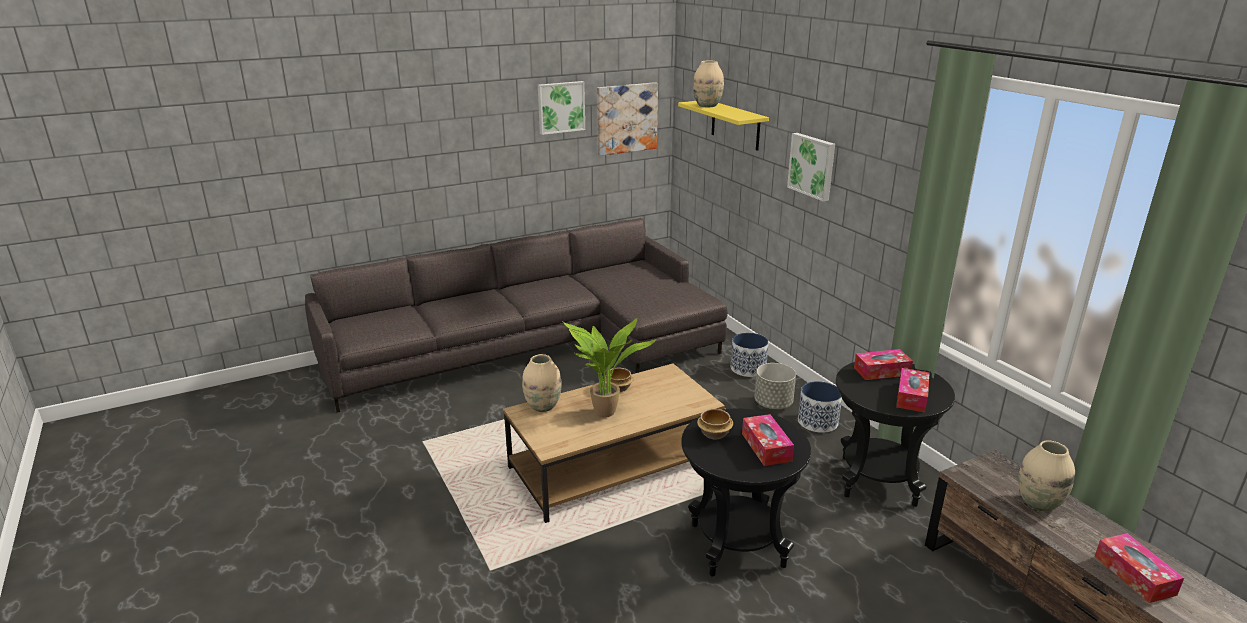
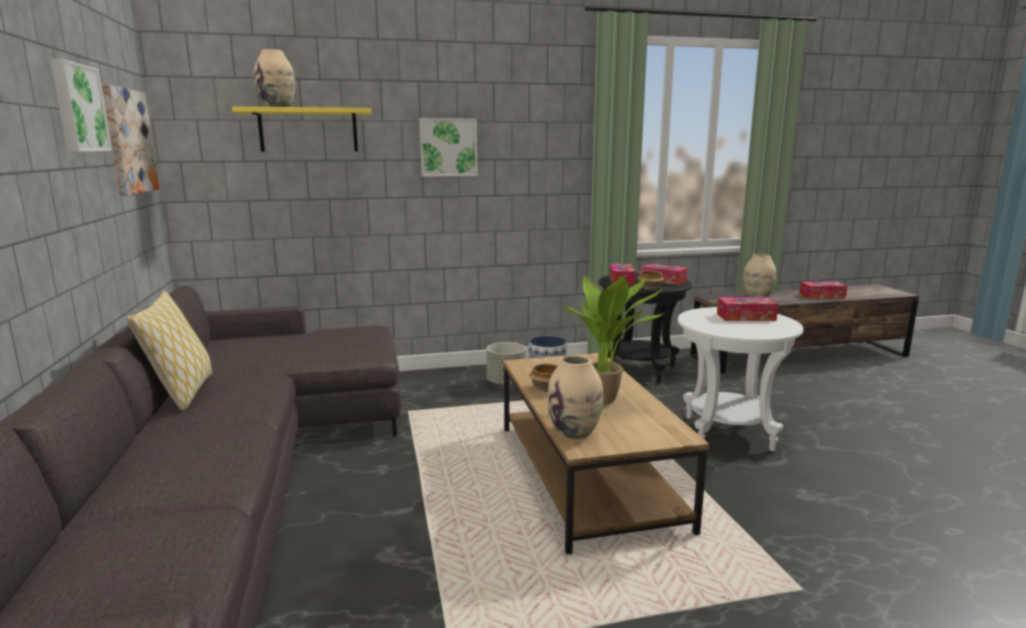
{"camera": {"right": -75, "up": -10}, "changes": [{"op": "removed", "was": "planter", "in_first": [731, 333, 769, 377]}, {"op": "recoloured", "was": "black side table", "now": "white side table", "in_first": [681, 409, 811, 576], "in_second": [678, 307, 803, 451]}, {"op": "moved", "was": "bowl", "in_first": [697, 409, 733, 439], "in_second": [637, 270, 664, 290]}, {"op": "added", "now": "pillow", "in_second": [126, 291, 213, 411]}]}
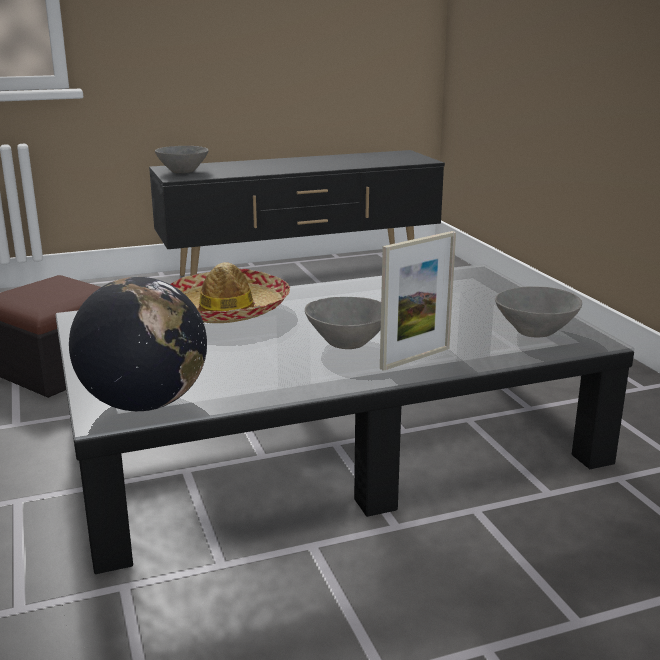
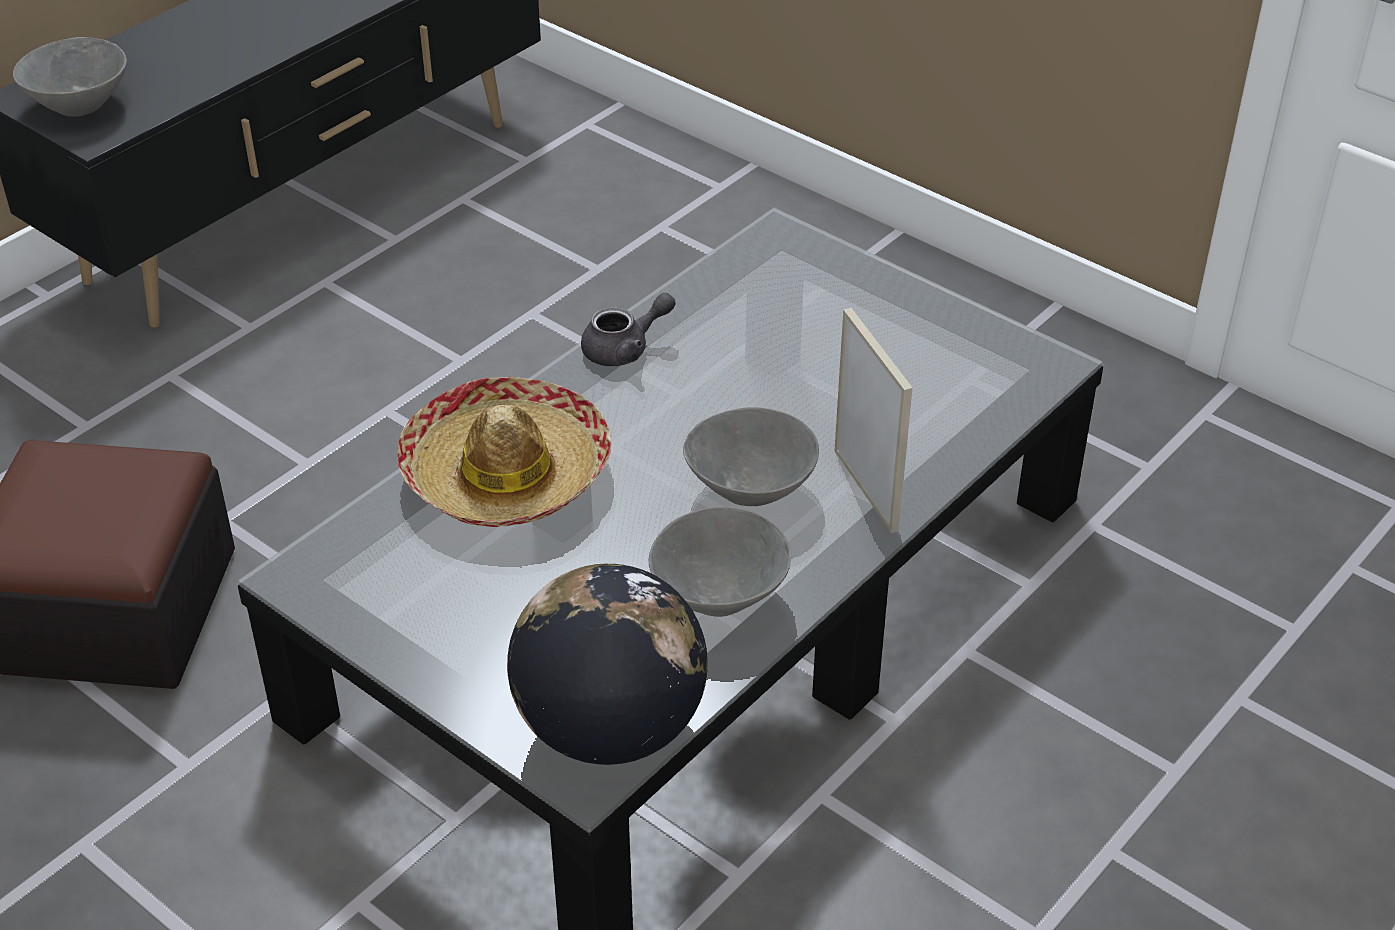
{"camera": {"right": -30, "up": 20}, "changes": [{"op": "turned", "was": "picture frame", "in_first": [380, 231, 456, 371], "in_second": [834, 308, 913, 533], "clockwise": -45}, {"op": "moved", "was": "grey bowl", "in_first": [495, 287, 582, 338], "in_second": [649, 507, 791, 617]}, {"op": "added", "now": "grey teapot", "in_second": [581, 293, 675, 366]}]}
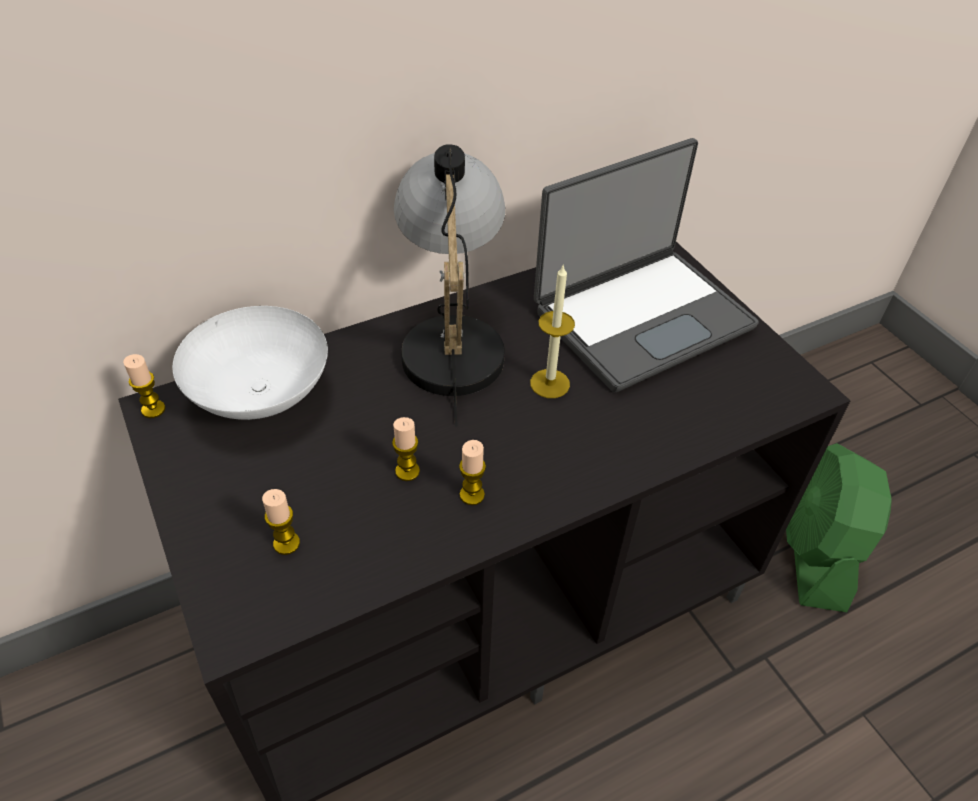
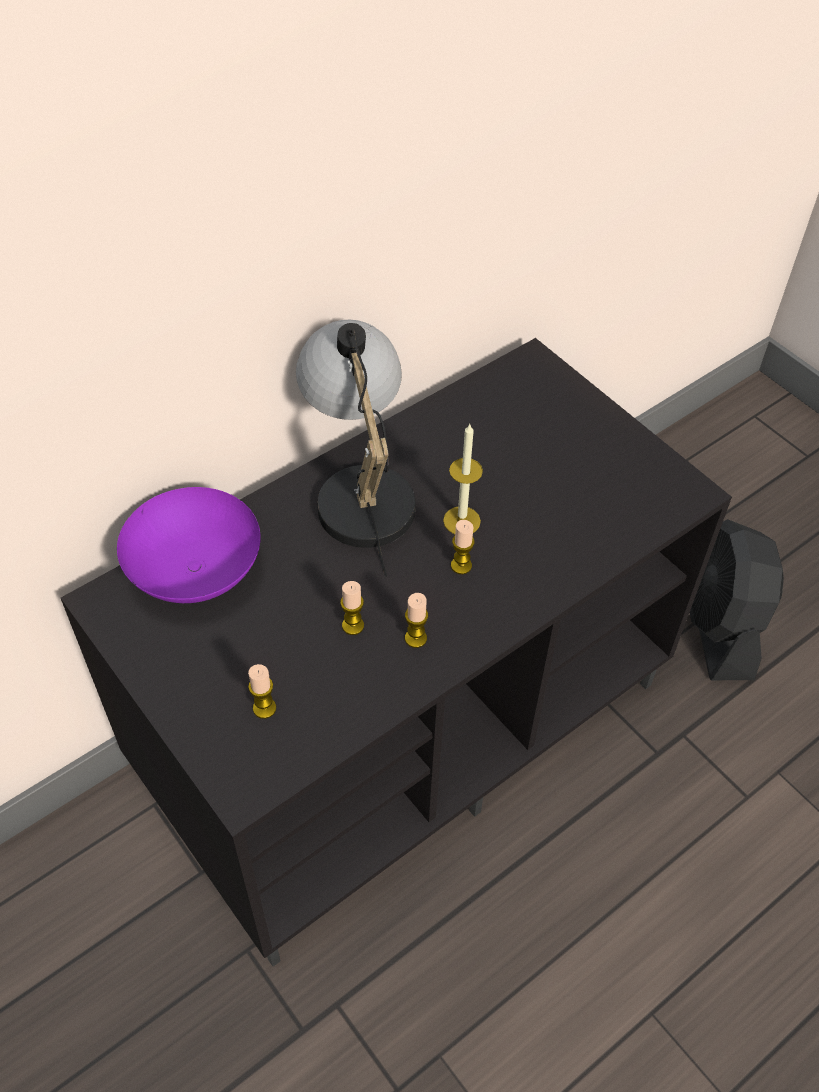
{"camera": {"right": -10, "up": 5}, "changes": [{"op": "removed", "was": "laptop", "in_first": [534, 138, 759, 392]}, {"op": "recoloured", "was": "white bowl", "now": "purple bowl", "in_first": [172, 306, 328, 420], "in_second": [117, 487, 260, 603]}, {"op": "moved", "was": "candle", "in_first": [123, 354, 166, 418], "in_second": [451, 520, 475, 574]}, {"op": "recoloured", "was": "green fan", "now": "black fan", "in_first": [786, 443, 892, 612], "in_second": [690, 519, 784, 680]}]}
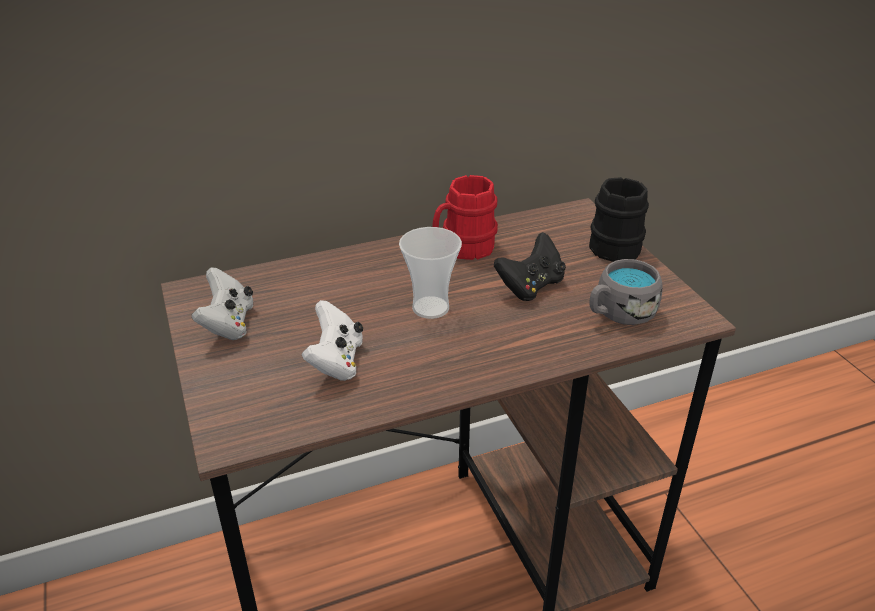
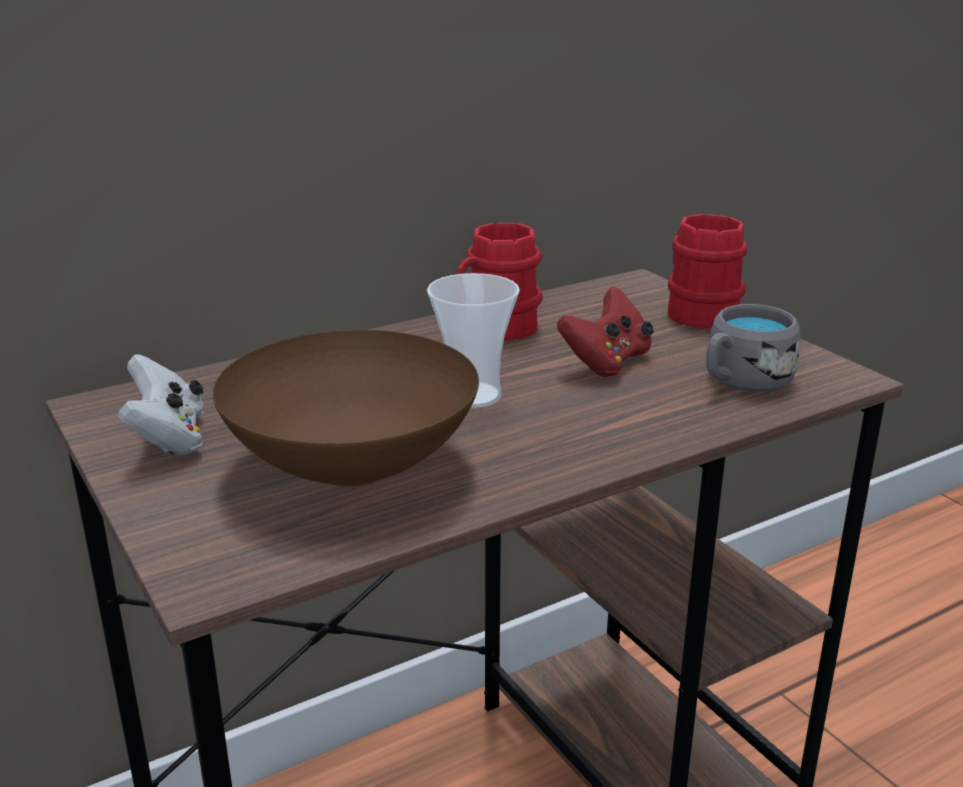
{"camera": {"right": -10, "up": -10}, "changes": [{"op": "recoloured", "was": "black mug", "now": "red mug", "in_first": [589, 177, 649, 262], "in_second": [668, 214, 747, 329]}, {"op": "recoloured", "was": "black game controller", "now": "red game controller", "in_first": [494, 232, 566, 301], "in_second": [557, 286, 654, 377]}, {"op": "replaced", "was": "white game controller", "now": "brown bowl", "in_first": [301, 300, 363, 381], "in_second": [213, 330, 479, 487]}]}
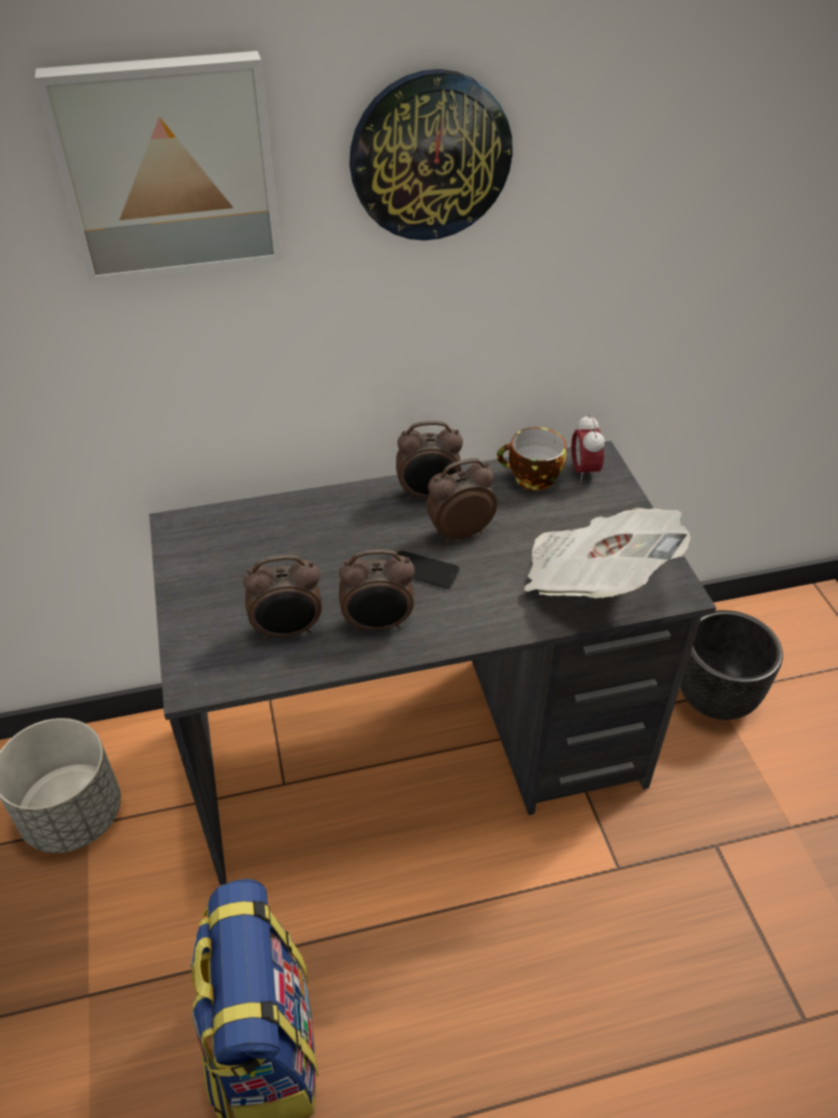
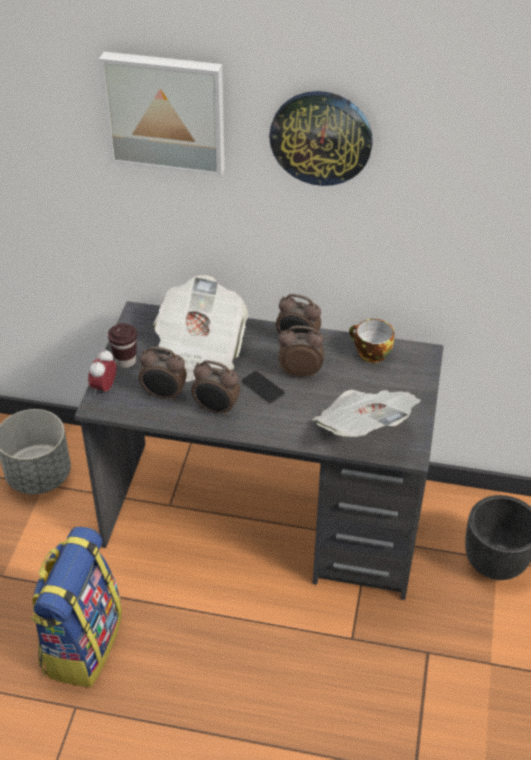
{"camera": {"right": 25, "up": 0}, "changes": [{"op": "moved", "was": "alarm clock", "in_first": [571, 414, 605, 483], "in_second": [88, 349, 116, 395]}, {"op": "added", "now": "newspaper", "in_second": [154, 275, 248, 382]}, {"op": "added", "now": "brown cup", "in_second": [108, 323, 137, 368]}]}
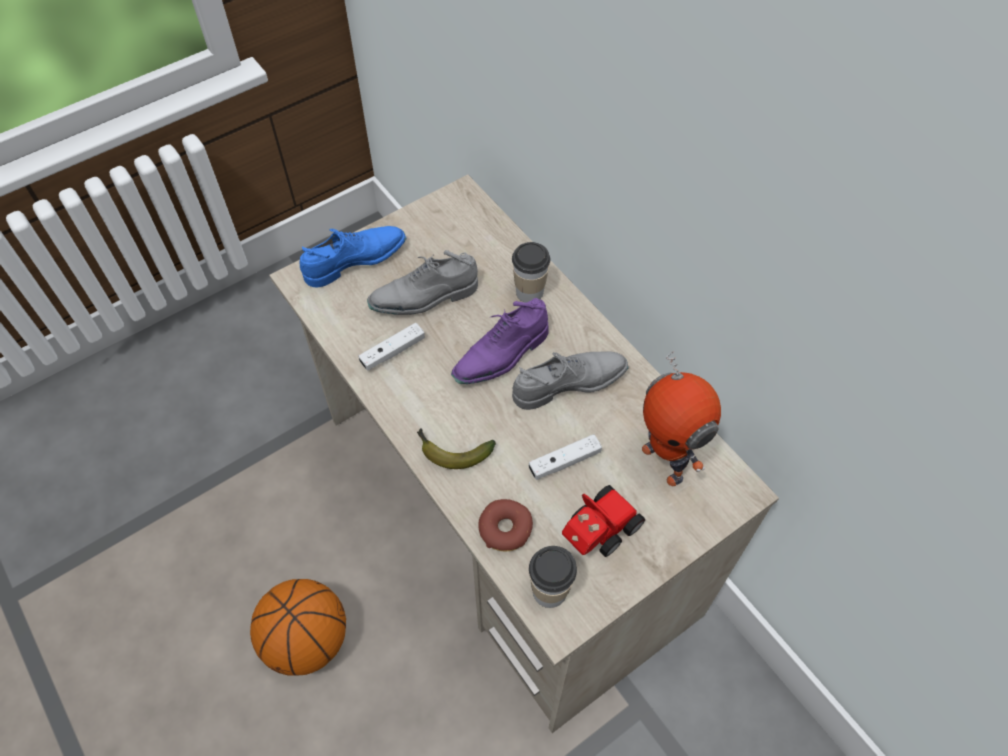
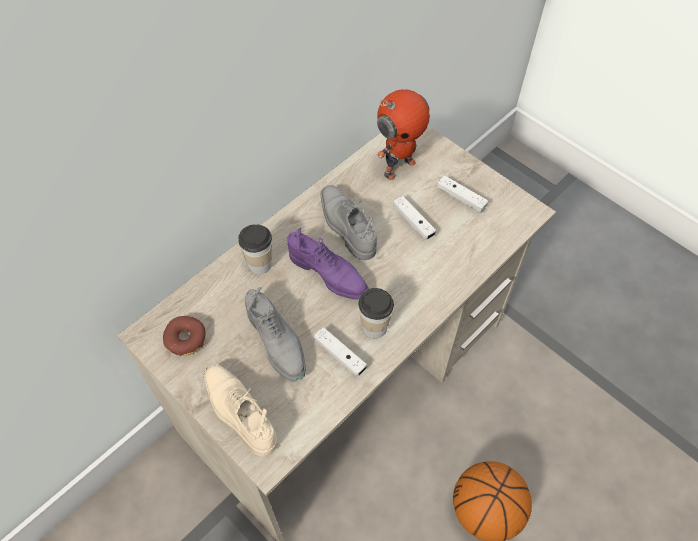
{"camera": {"right": -100, "up": 0}, "changes": [{"op": "recoloured", "was": "blue shoe", "now": "beige shoe", "in_first": [300, 226, 406, 287], "in_second": [204, 364, 278, 456]}, {"op": "removed", "was": "banana", "in_first": [417, 428, 496, 469]}, {"op": "replaced", "was": "toy car", "now": "white game controller", "in_first": [562, 485, 645, 557], "in_second": [437, 175, 488, 213]}, {"op": "moved", "was": "donut", "in_first": [478, 499, 533, 552], "in_second": [163, 316, 206, 356]}, {"op": "moved", "was": "cup", "in_first": [529, 546, 577, 608], "in_second": [359, 288, 394, 338]}]}
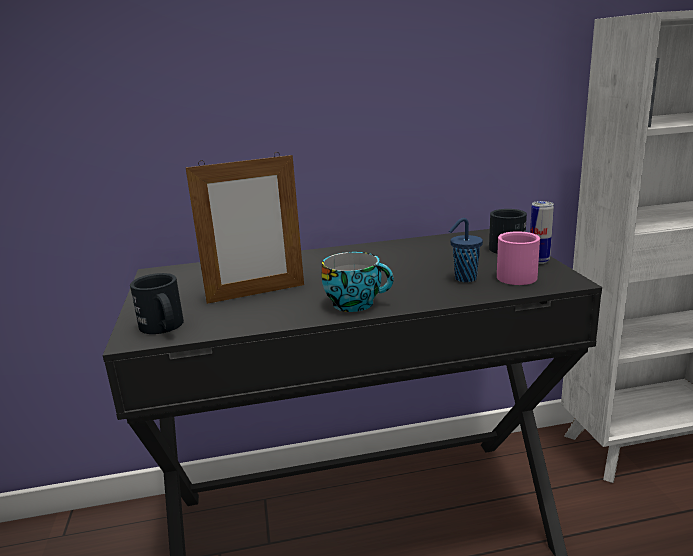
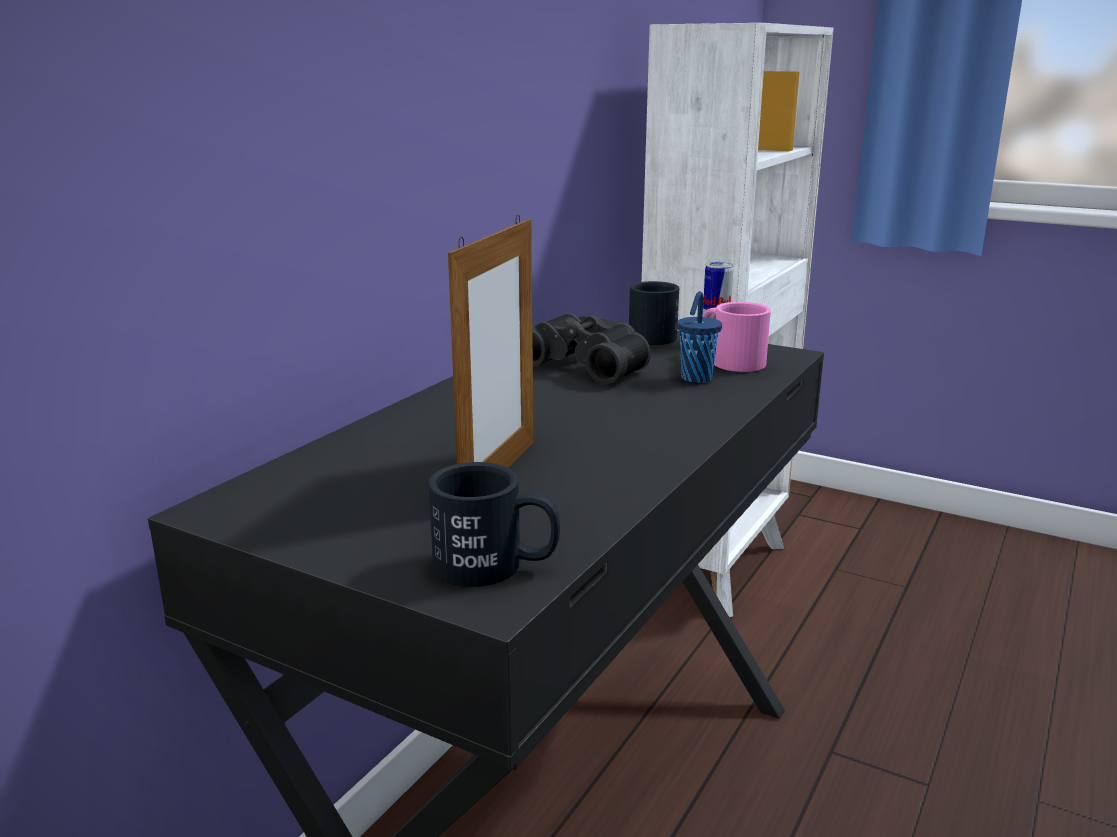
{"camera": {"right": -50, "up": 0}, "changes": [{"op": "removed", "was": "cup", "in_first": [321, 252, 394, 312]}, {"op": "added", "now": "black binoculars", "in_second": [532, 313, 651, 385]}]}
